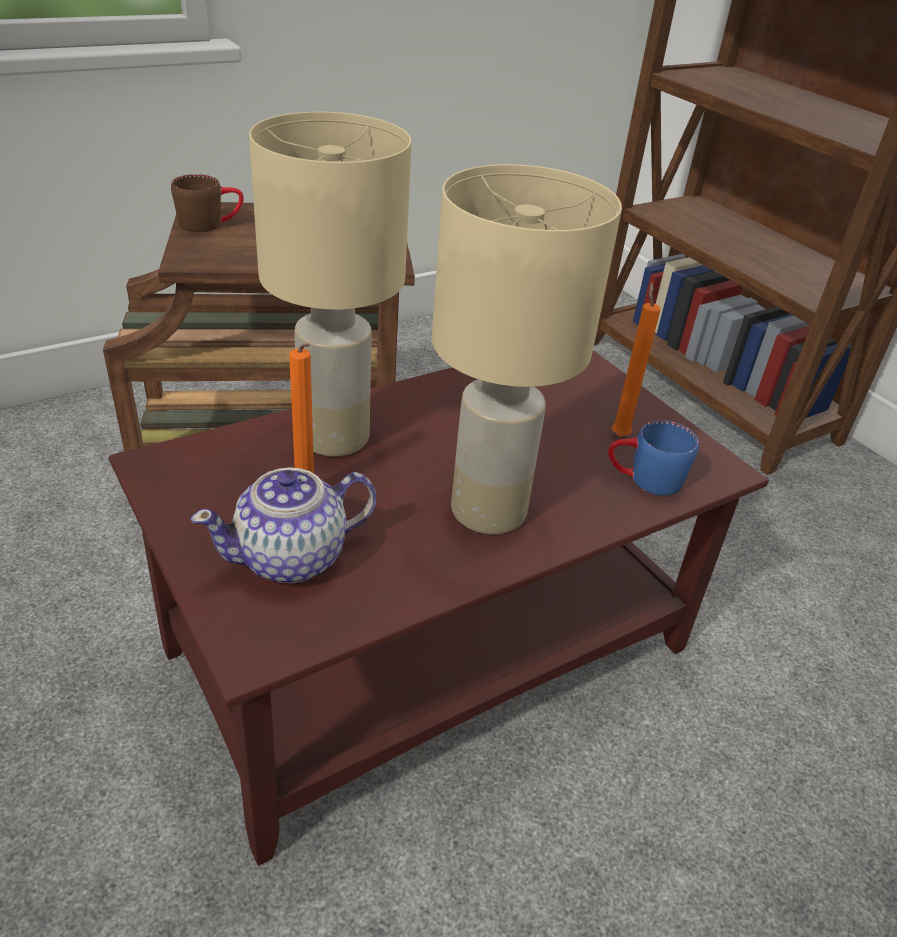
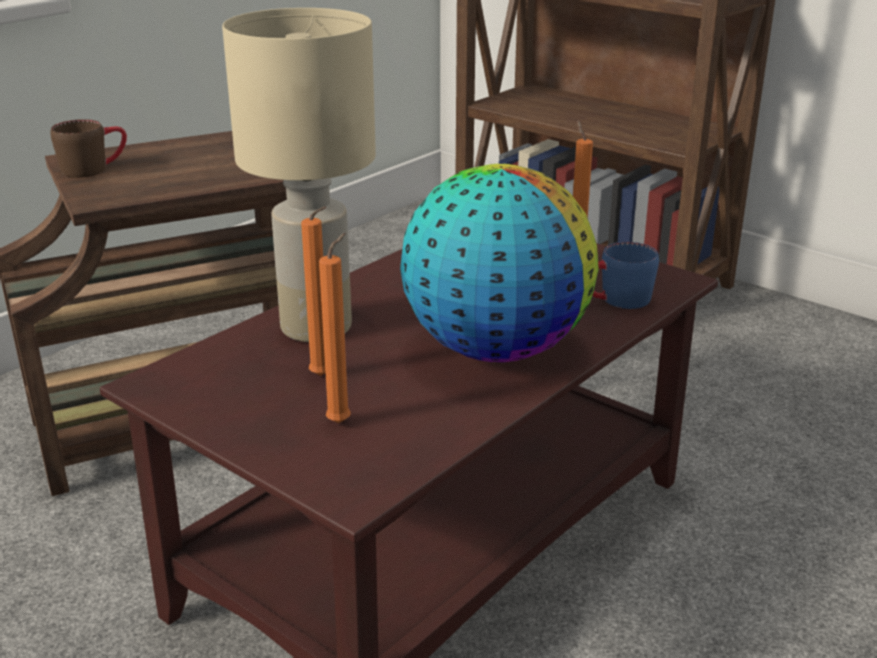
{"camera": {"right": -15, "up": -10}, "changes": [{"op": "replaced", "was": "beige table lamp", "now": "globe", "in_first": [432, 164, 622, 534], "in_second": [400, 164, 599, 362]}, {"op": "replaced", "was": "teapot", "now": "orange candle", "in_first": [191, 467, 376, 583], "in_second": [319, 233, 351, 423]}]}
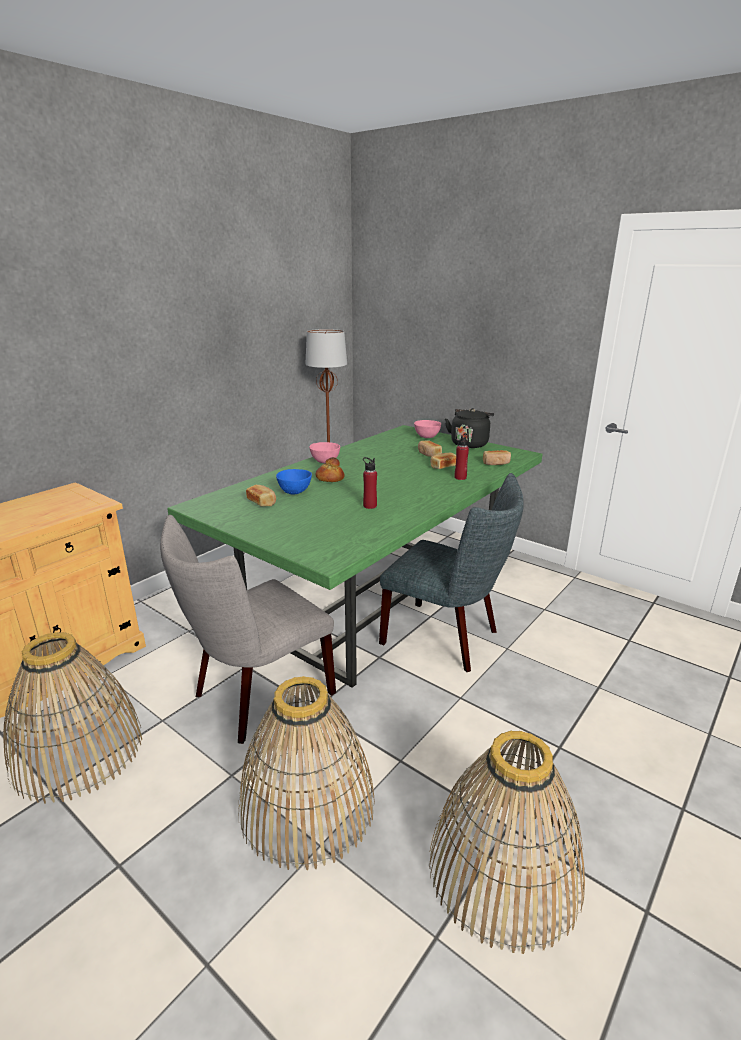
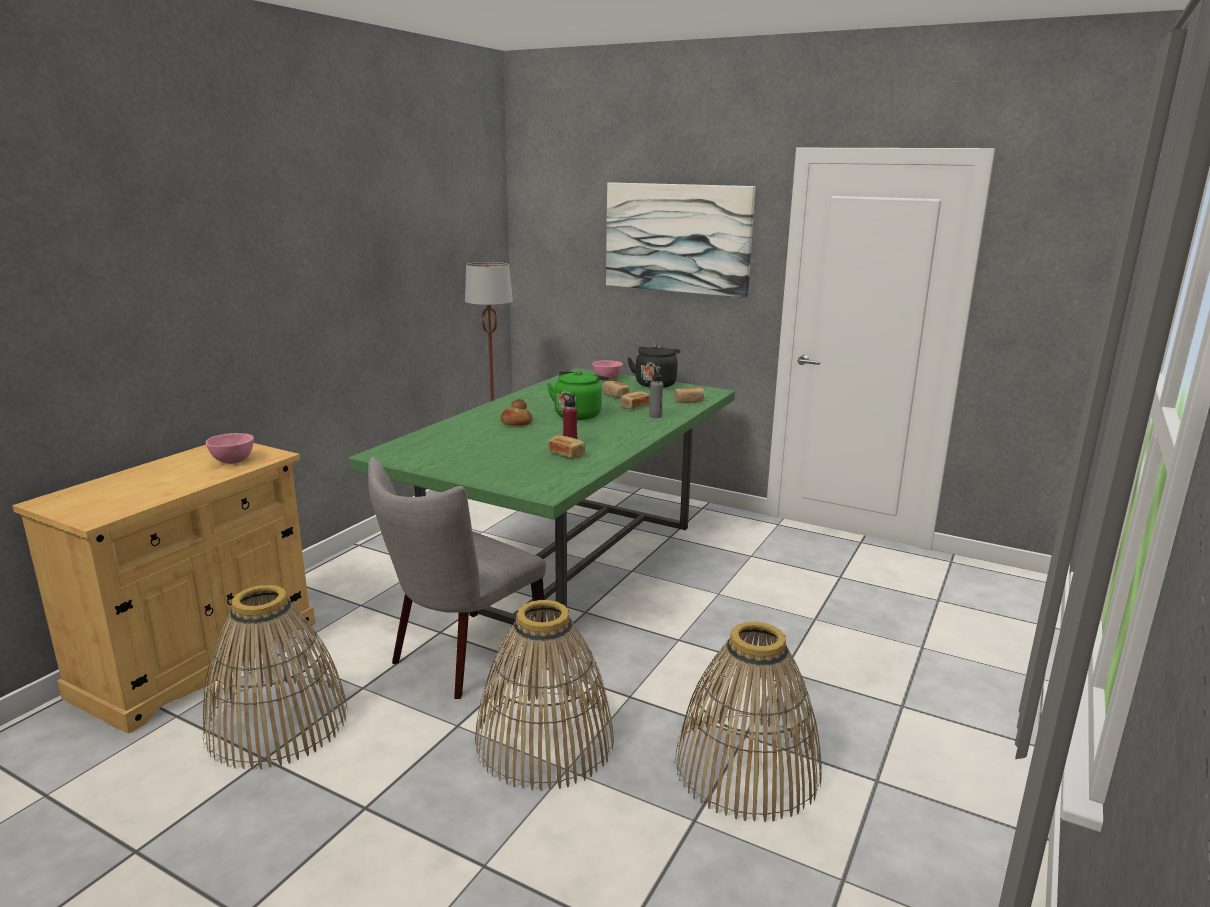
{"camera": {"right": -10, "up": -5}, "changes": [{"op": "recoloured", "was": "red bottle", "now": "grey bottle", "in_first": [455, 433, 469, 480], "in_second": [649, 368, 663, 418]}, {"op": "moved", "was": "pink bowl", "in_first": [309, 442, 340, 463], "in_second": [206, 433, 254, 464]}, {"op": "removed", "was": "blue bowl", "in_first": [276, 469, 312, 494]}, {"op": "removed", "was": "grey chair", "in_first": [379, 473, 524, 672]}, {"op": "moved", "was": "bread", "in_first": [246, 485, 276, 507], "in_second": [549, 436, 585, 458]}, {"op": "added", "now": "picture", "in_second": [606, 182, 755, 298]}, {"op": "added", "now": "green kettle", "in_second": [547, 371, 609, 420]}]}
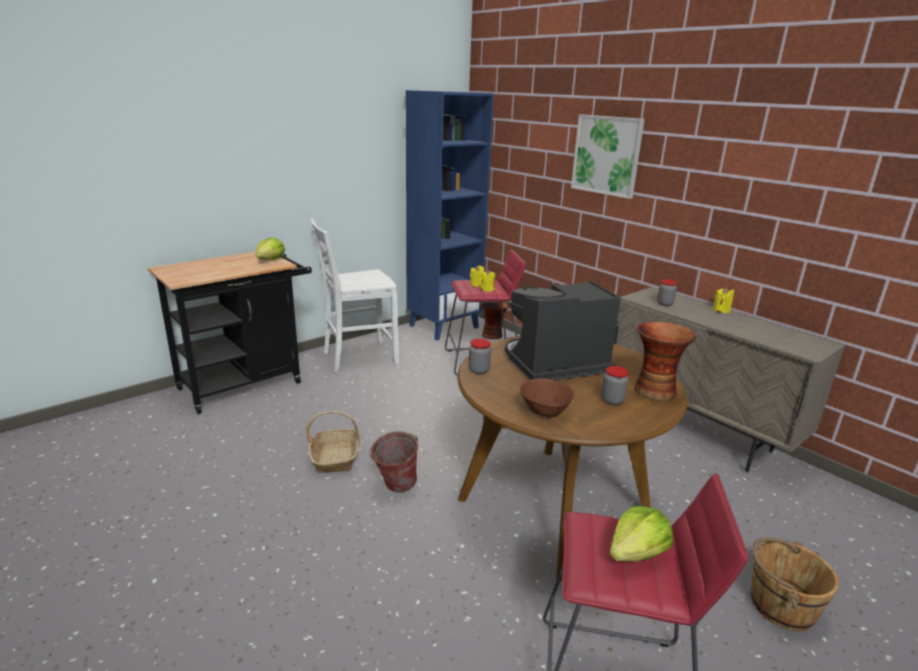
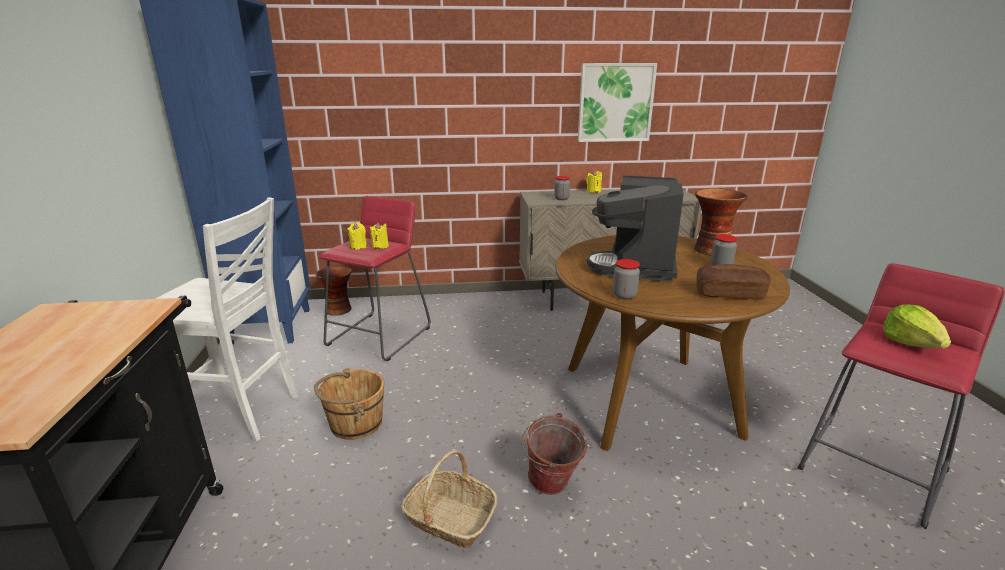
{"camera": {"right": -55, "up": 0}, "changes": [{"op": "moved", "was": "picture", "in_first": [571, 114, 645, 199], "in_second": [578, 63, 657, 142]}, {"op": "turned", "was": "white chair", "in_first": [310, 218, 399, 373], "in_second": [156, 197, 298, 441], "clockwise": -90}, {"op": "removed", "was": "lettuce", "in_first": [256, 238, 285, 260]}, {"op": "replaced", "was": "brown bowl", "now": "bread", "in_first": [520, 378, 574, 418], "in_second": [696, 264, 771, 300]}, {"op": "moved", "was": "brown bucket", "in_first": [751, 538, 839, 631], "in_second": [314, 368, 384, 440]}]}
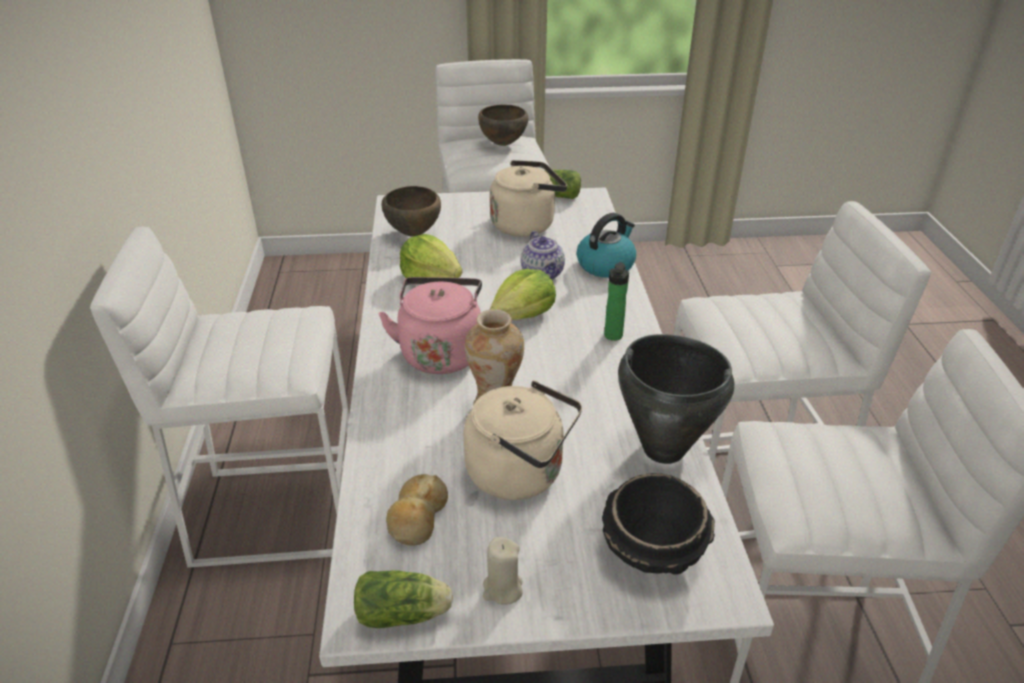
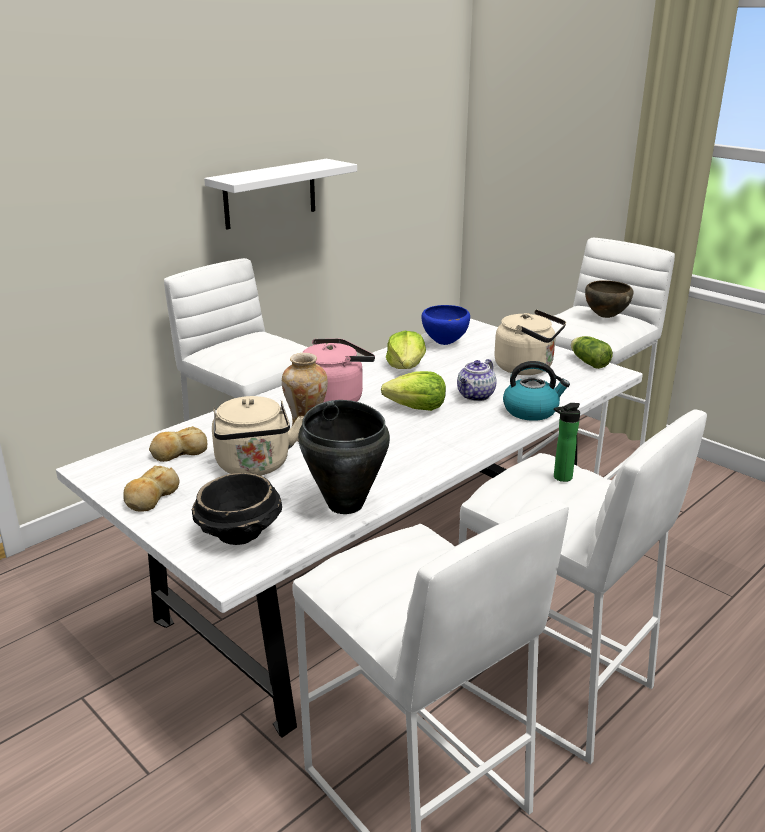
{"camera": {"right": 50, "up": -10}, "changes": [{"op": "recoloured", "was": "brown bowl", "now": "blue bowl", "in_first": [382, 186, 441, 237], "in_second": [422, 305, 470, 345]}, {"op": "moved", "was": "bottle", "in_first": [604, 262, 629, 341], "in_second": [554, 403, 580, 482]}, {"op": "replaced", "was": "beige candle", "now": "bread", "in_first": [483, 537, 523, 605], "in_second": [123, 465, 179, 512]}, {"op": "removed", "was": "lettuce", "in_first": [354, 570, 453, 628]}, {"op": "added", "now": "white shelf", "in_second": [204, 159, 357, 230]}]}
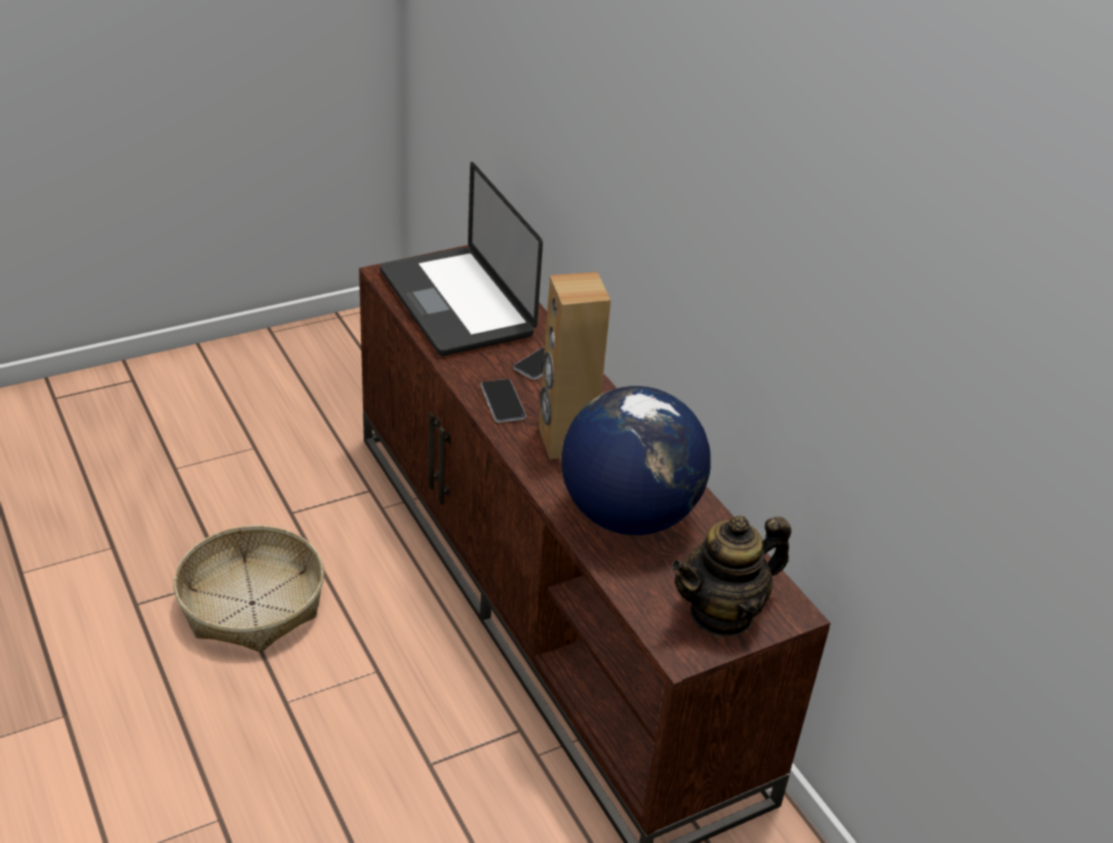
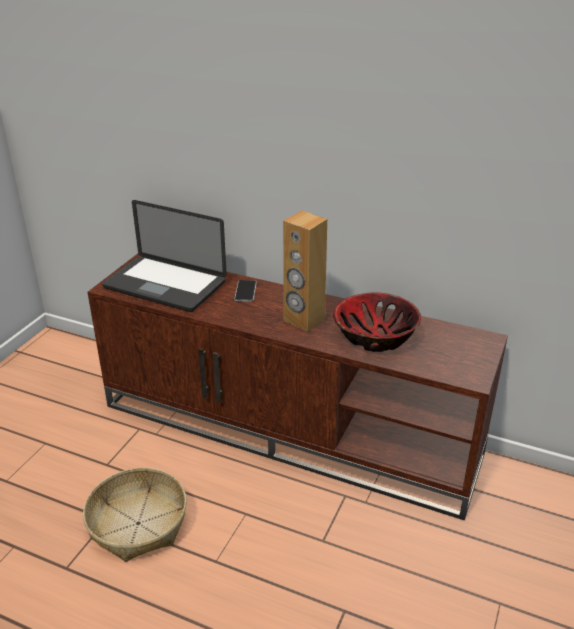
{"camera": {"right": -35, "up": -5}, "changes": [{"op": "removed", "was": "phone", "in_first": [481, 379, 526, 423]}, {"op": "replaced", "was": "globe", "now": "bowl", "in_first": [561, 386, 711, 535], "in_second": [333, 292, 421, 352]}, {"op": "removed", "was": "teapot", "in_first": [672, 515, 791, 637]}]}
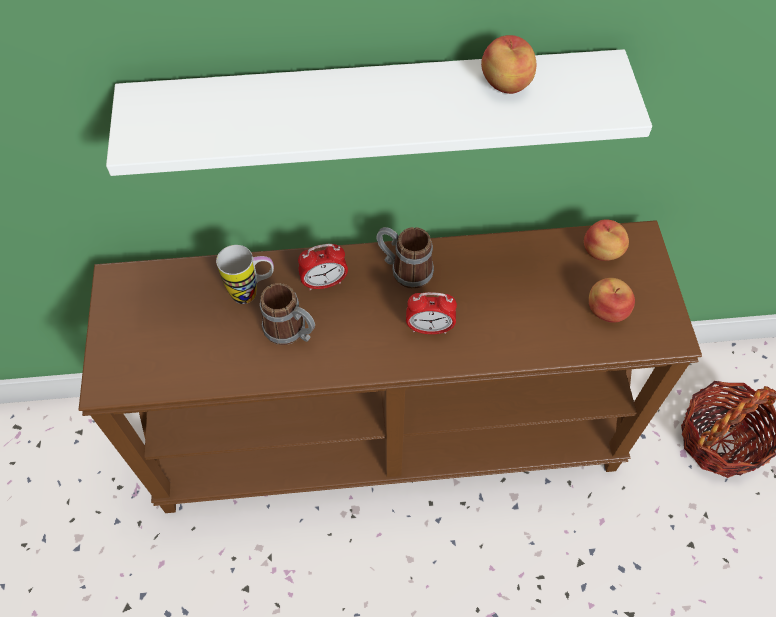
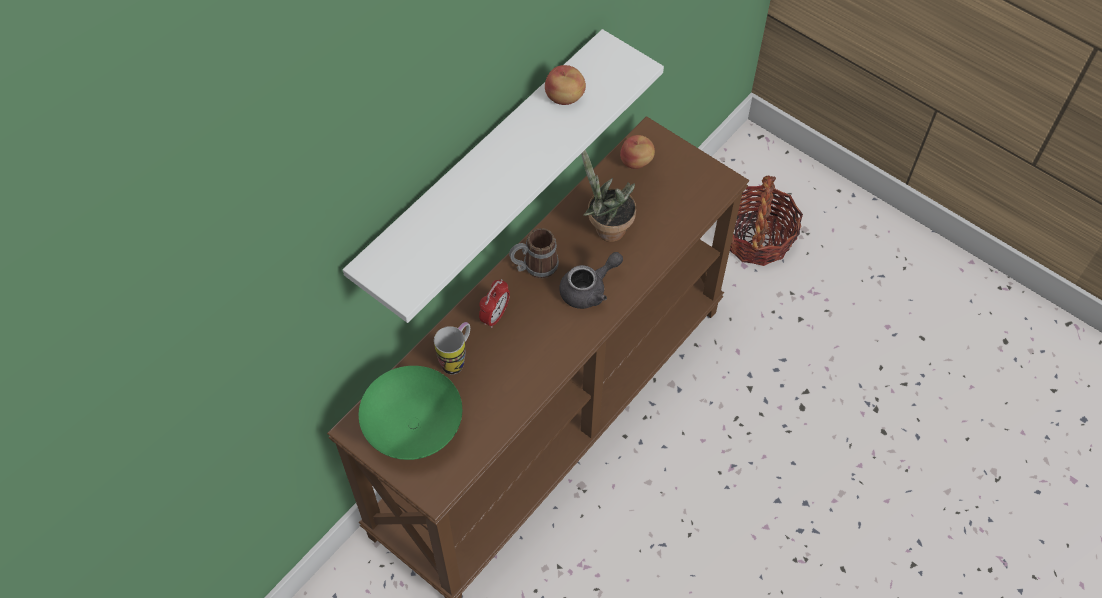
{"camera": {"right": -45, "up": 0}, "changes": [{"op": "removed", "was": "apple", "in_first": [589, 278, 635, 323]}, {"op": "removed", "was": "mug", "in_first": [260, 283, 315, 345]}, {"op": "replaced", "was": "alarm clock", "now": "grey teapot", "in_first": [406, 292, 457, 334], "in_second": [559, 252, 623, 309]}, {"op": "added", "now": "potted plant", "in_second": [581, 150, 636, 242]}, {"op": "added", "now": "green bowl", "in_second": [359, 366, 462, 460]}]}
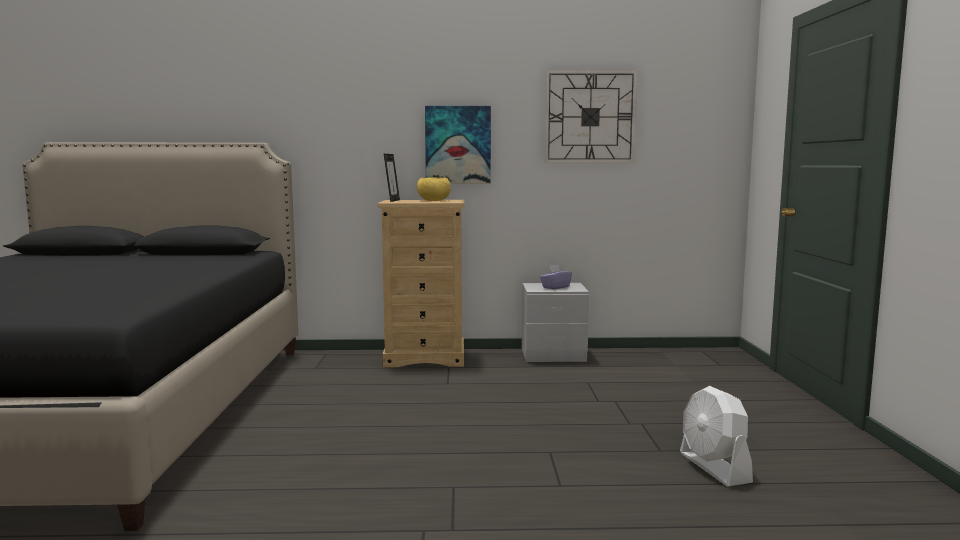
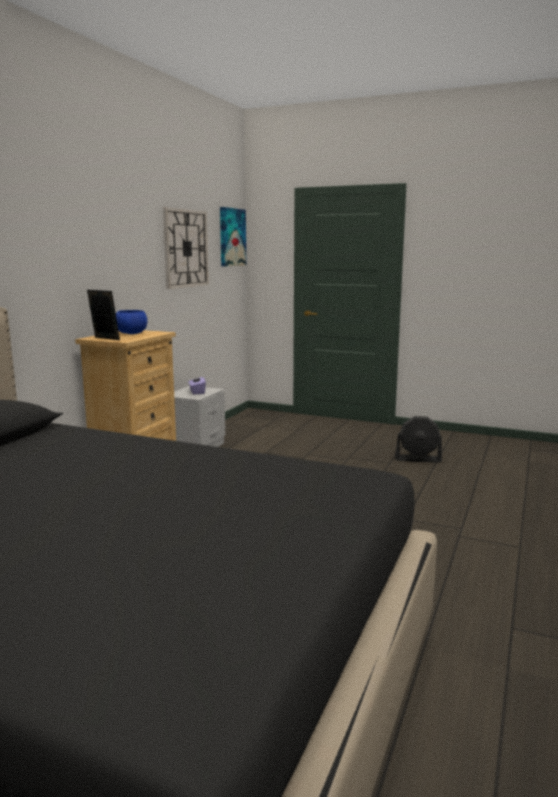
{"camera": {"right": -65, "up": 5}, "changes": [{"op": "moved", "was": "picture", "in_first": [425, 106, 491, 184], "in_second": [220, 207, 246, 267]}, {"op": "recoloured", "was": "yellow bowl", "now": "blue bowl", "in_first": [417, 177, 451, 201], "in_second": [116, 310, 147, 334]}, {"op": "recoloured", "was": "white fan", "now": "black fan", "in_first": [680, 386, 753, 487], "in_second": [395, 416, 442, 463]}]}
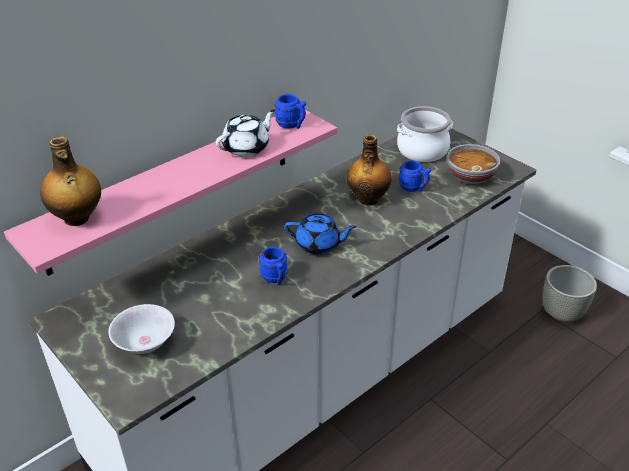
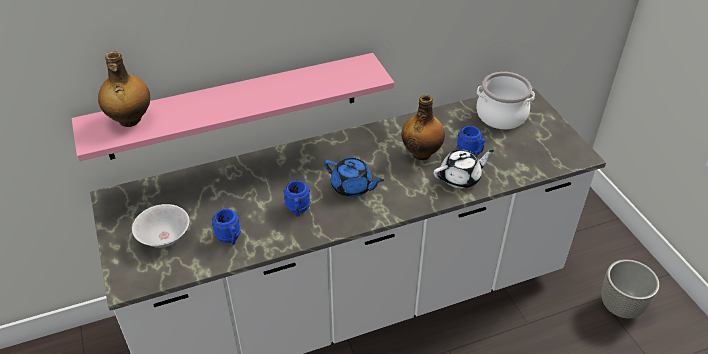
{"camera": {"right": 20, "up": 5}, "changes": [{"op": "moved", "was": "blue mug", "in_first": [274, 94, 306, 129], "in_second": [212, 209, 241, 245]}, {"op": "moved", "was": "white teapot", "in_first": [216, 110, 275, 157], "in_second": [433, 150, 494, 188]}, {"op": "removed", "was": "bowl", "in_first": [447, 144, 501, 184]}]}
